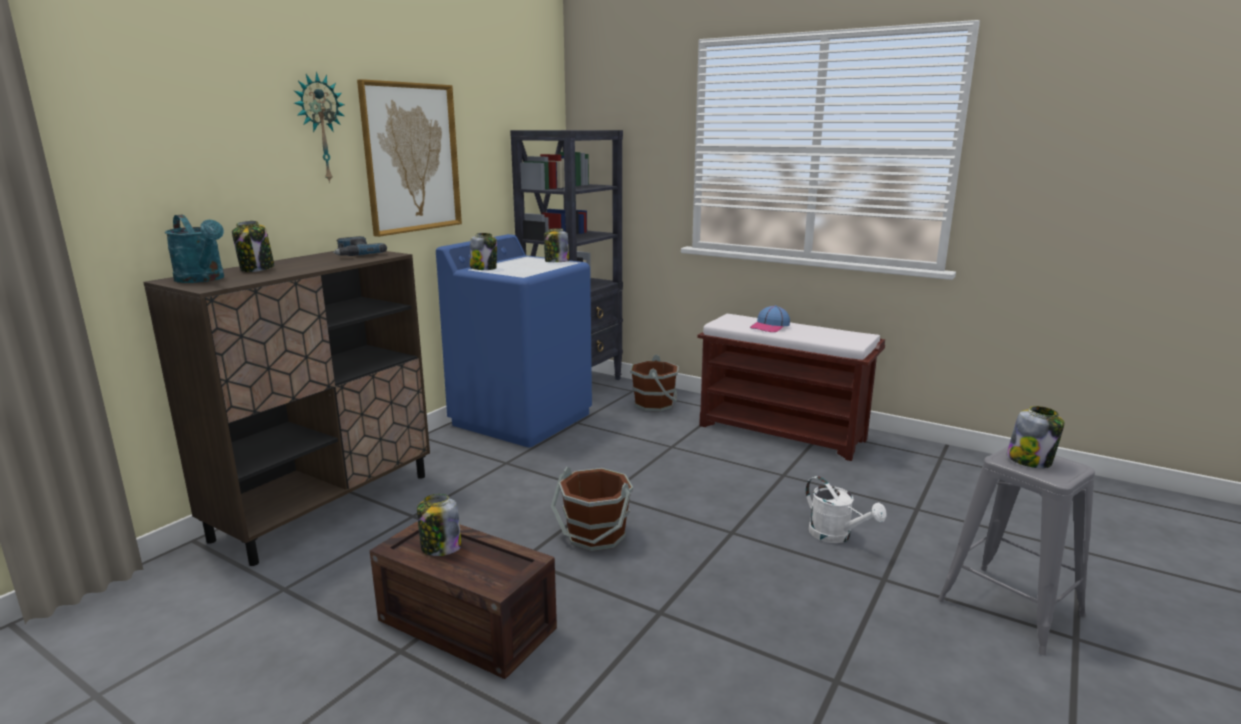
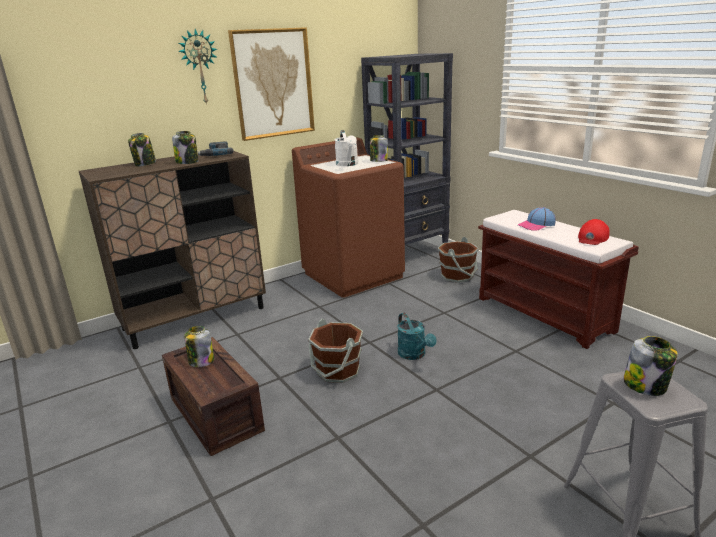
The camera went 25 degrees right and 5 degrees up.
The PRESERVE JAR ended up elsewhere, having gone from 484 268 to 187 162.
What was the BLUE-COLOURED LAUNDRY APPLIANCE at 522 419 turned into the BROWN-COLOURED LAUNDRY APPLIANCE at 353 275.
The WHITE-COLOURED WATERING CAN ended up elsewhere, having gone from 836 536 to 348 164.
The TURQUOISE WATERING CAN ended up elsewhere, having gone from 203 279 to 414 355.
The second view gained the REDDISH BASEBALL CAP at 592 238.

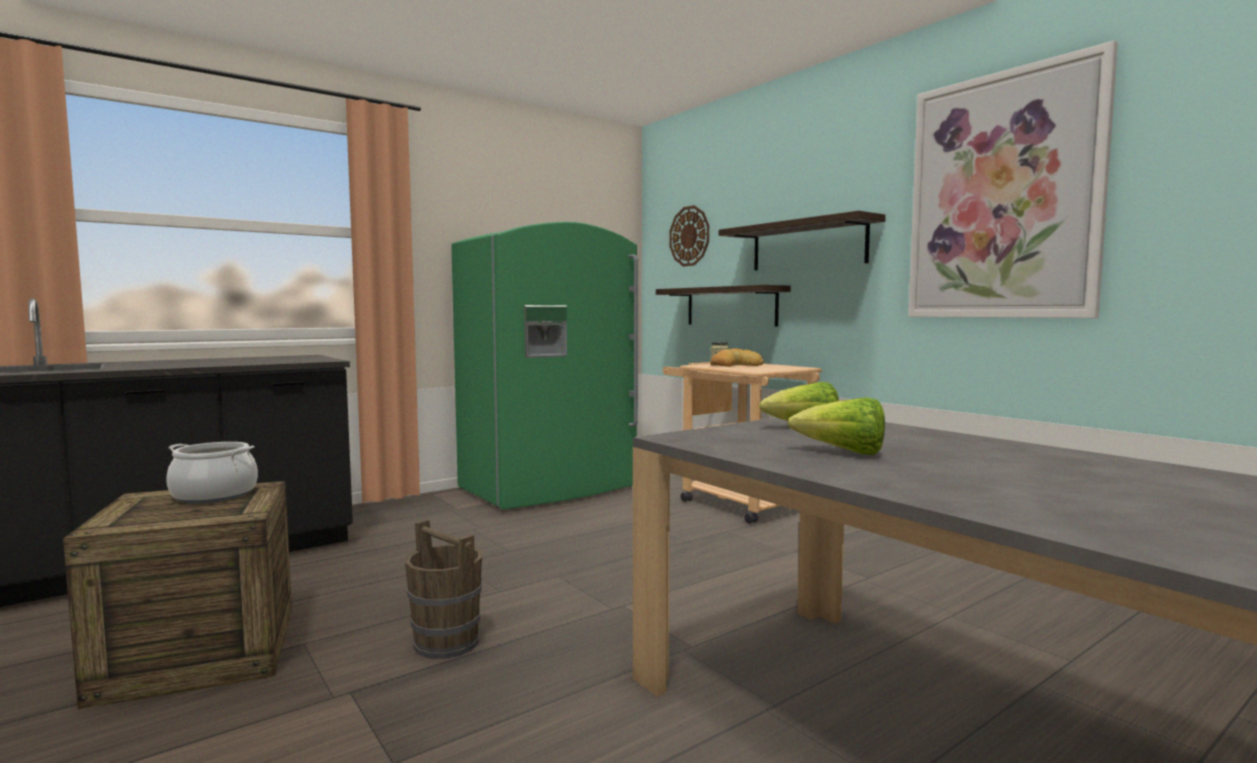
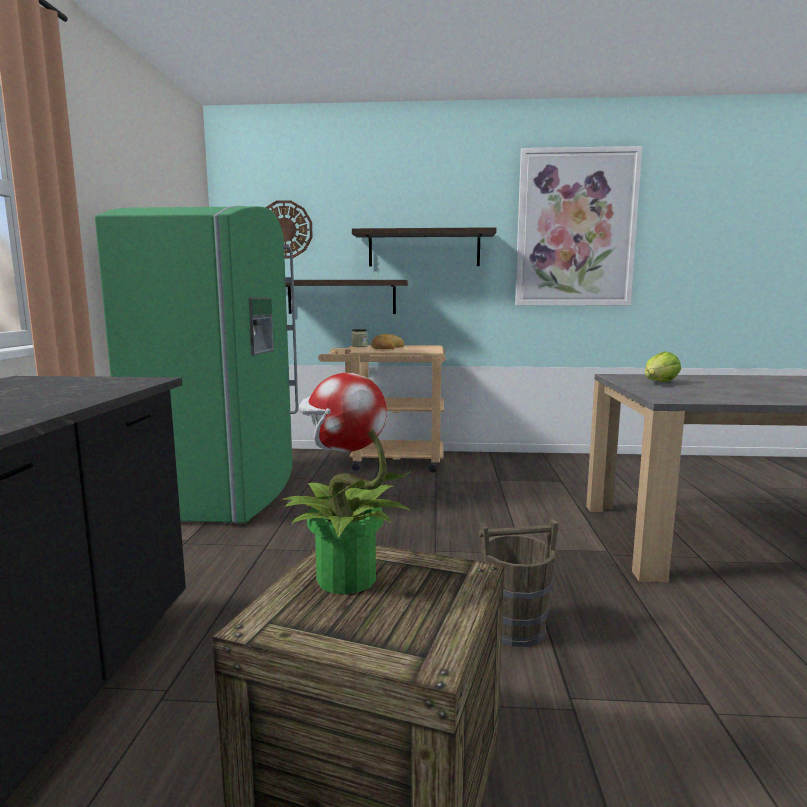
The camera went 50 degrees left and 5 degrees up.
Where the COOKING POT stood at 214 495, the HOUSEPLANT came to stand at 344 578.
The second view lost the LETTUCE HEAD at 843 453.

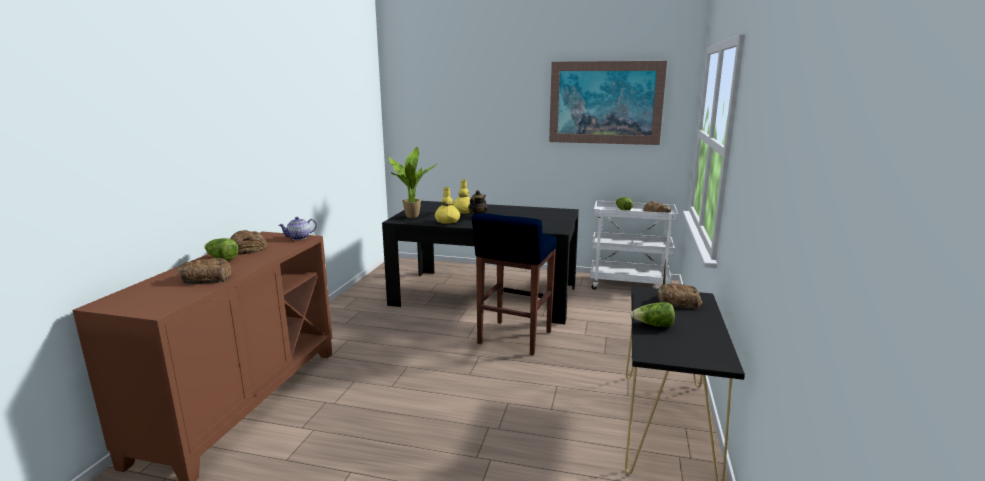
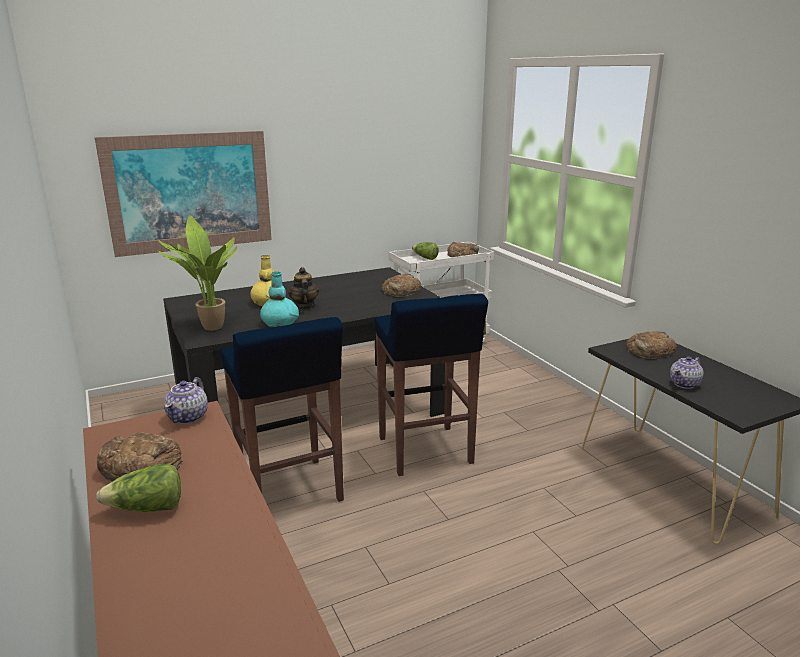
The camera went 40 degrees left and 5 degrees up.
The PICTURE ended up elsewhere, having gone from 605 103 to 190 192.
The second view gained the BLUE-COLOURED STOOL at 290 491.
What was the YELLOW FLOWER VASE at 447 222 turned into the TURQUOISE FLOWER VASE at 280 323.
The BAKED BREAD ended up elsewhere, having gone from 206 277 to 401 291.
Where the LETTUCE HEAD stood at 653 325, the TEAPOT came to stand at 685 384.

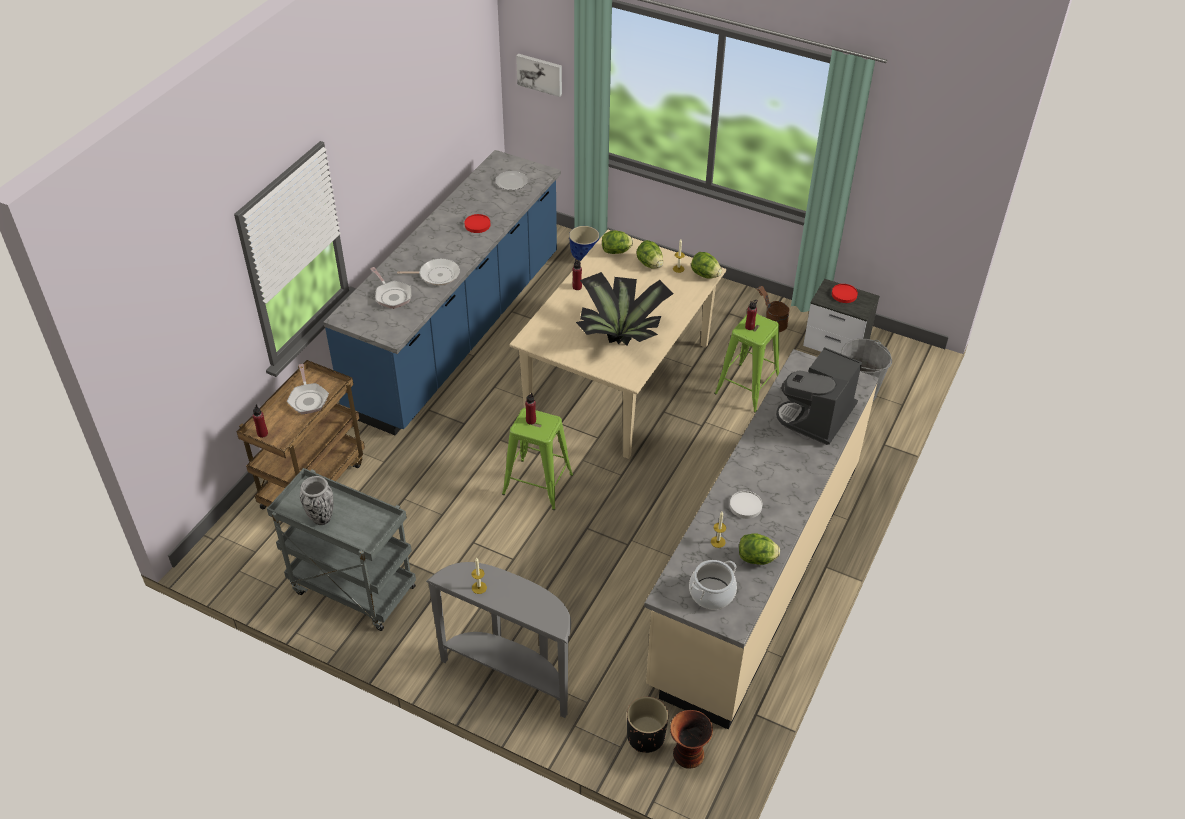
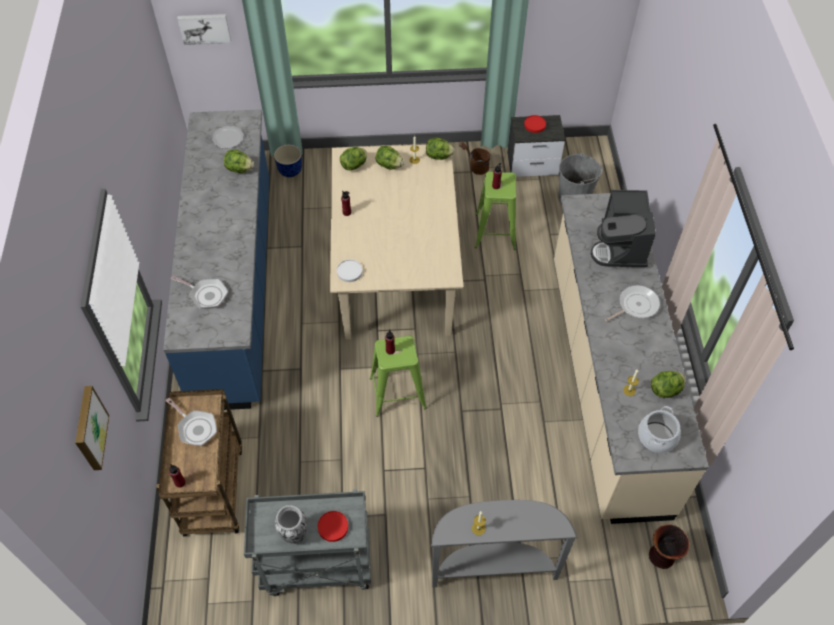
The camera went 30 degrees left and 10 degrees up.
The second view gained the PICTURE at 89 428.
The second view gained the LETTUCE HEAD at 239 169.
The REDDISH PLATE ended up elsewhere, having gone from 477 225 to 333 527.
The WHITE-COLOURED PLATE ended up elsewhere, having gone from 746 506 to 349 271.
The FRYING PAN ended up elsewhere, having gone from 437 275 to 636 305.
The second view lost the HOUSEPLANT at 621 334.
The second view lost the BLACK-COLOURED FLOWER POT at 645 737.

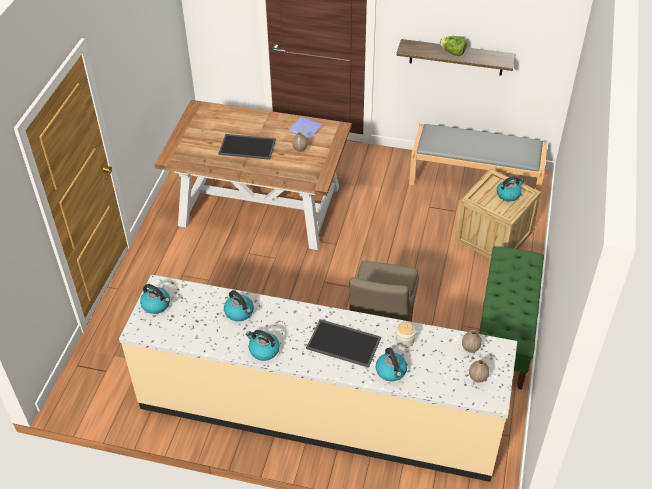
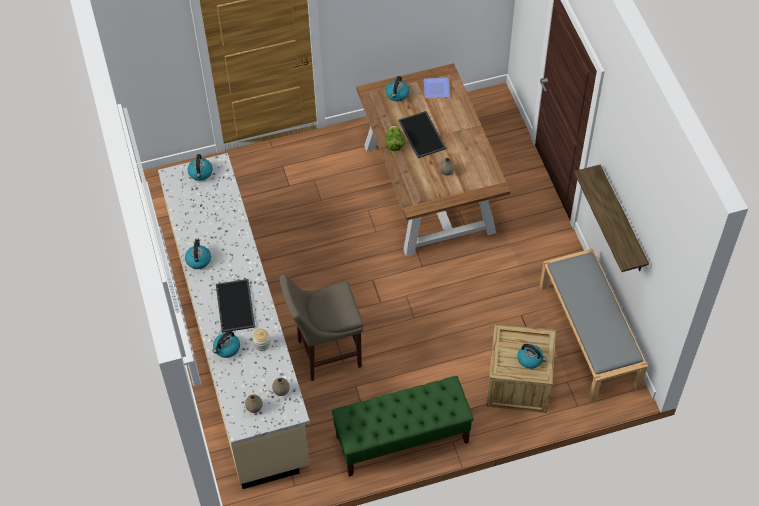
The camera went 60 degrees right and 10 degrees up.
The TEA KETTLE ended up elsewhere, having gone from 239 312 to 397 94.
The LETTUCE HEAD ended up elsewhere, having gone from 453 53 to 394 144.
The PLATE ended up elsewhere, having gone from 303 129 to 435 88.

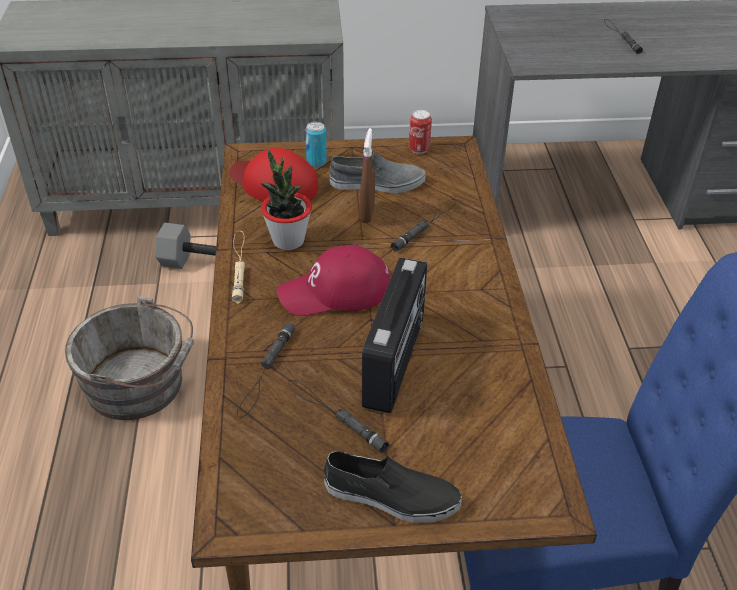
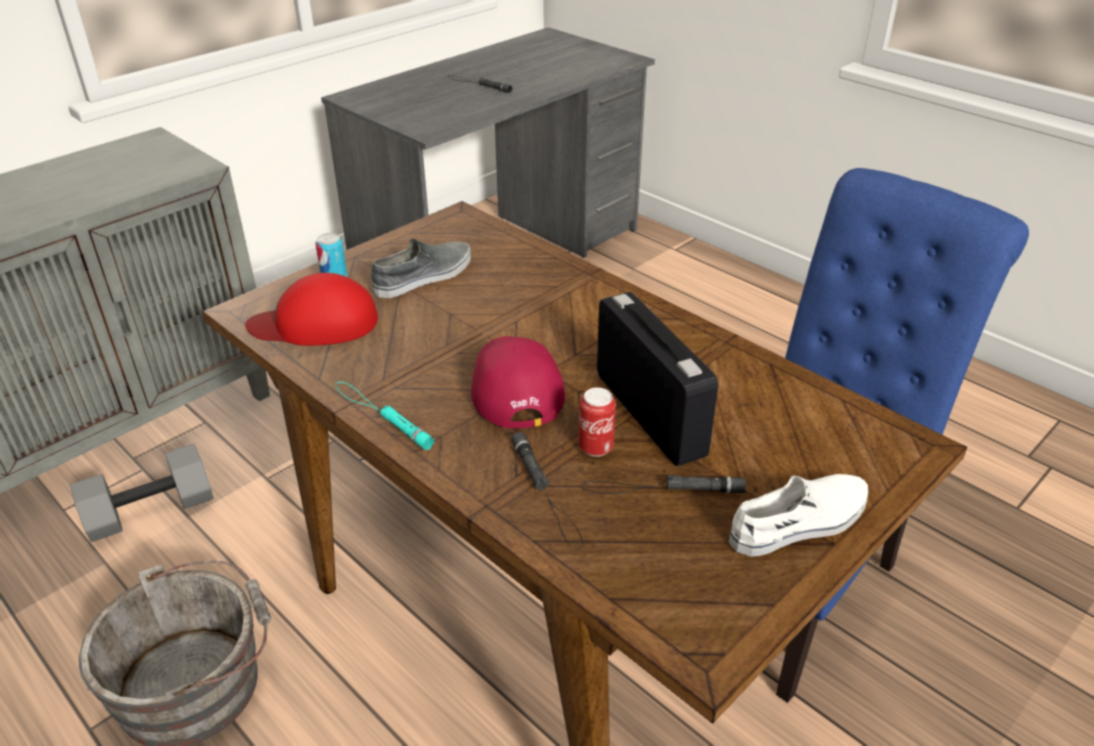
The camera went 40 degrees left and 5 degrees down.
What was the BEIGE-COLOURED FLASHLIGHT at 238 266 turned into the TURQUOISE FLASHLIGHT at 381 415.
The REDDISH BASEBALL CAP at 335 291 ended up facing another way, 135 degrees clockwise from before.
The SEALED CAN ended up elsewhere, having gone from 419 149 to 596 448.
What was the BLACK-COLOURED SHOE at 391 496 turned into the WHITE-COLOURED SHOE at 800 523.
The second view lost the HOUSEPLANT at 288 240.
The second view lost the BROWN-COLOURED HAND SPRAYER at 367 214.
The second view lost the BLACK-COLOURED FLASHLIGHT at 425 225.

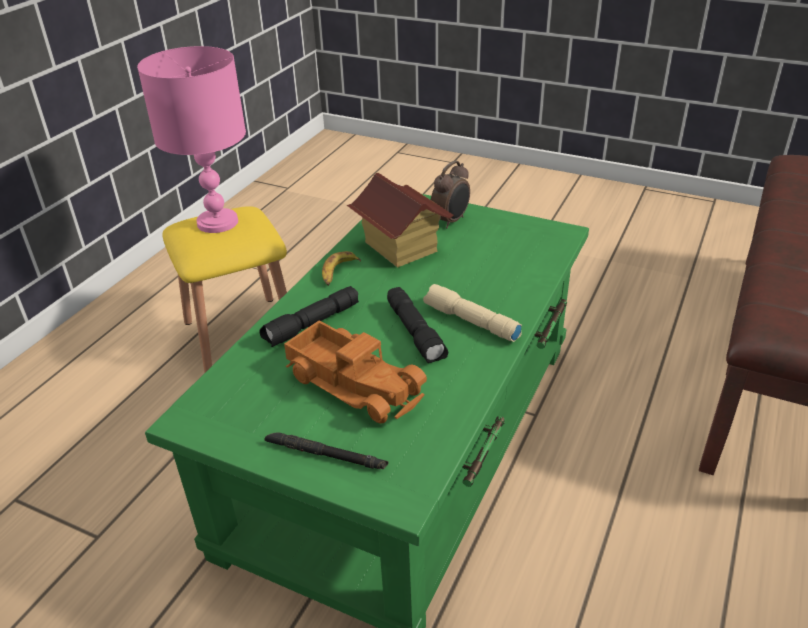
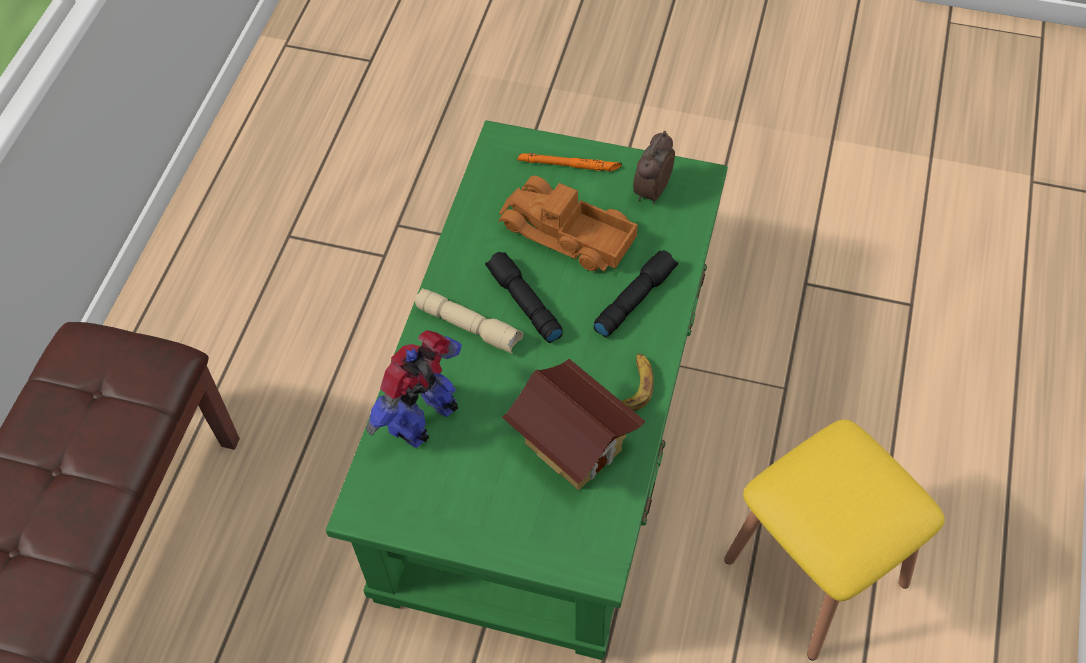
The camera went 170 degrees right and 20 degrees up.
The second view gained the MODEL ROBOT at 426 418.
What was the BLACK-COLOURED FLASHLIGHT at 325 455 turned into the ORANGE FLASHLIGHT at 569 165.
The BEDSIDE CLOCK ended up elsewhere, having gone from 451 221 to 651 191.
The second view lost the PINK-COLOURED TABLETOP LAMP at 217 223.

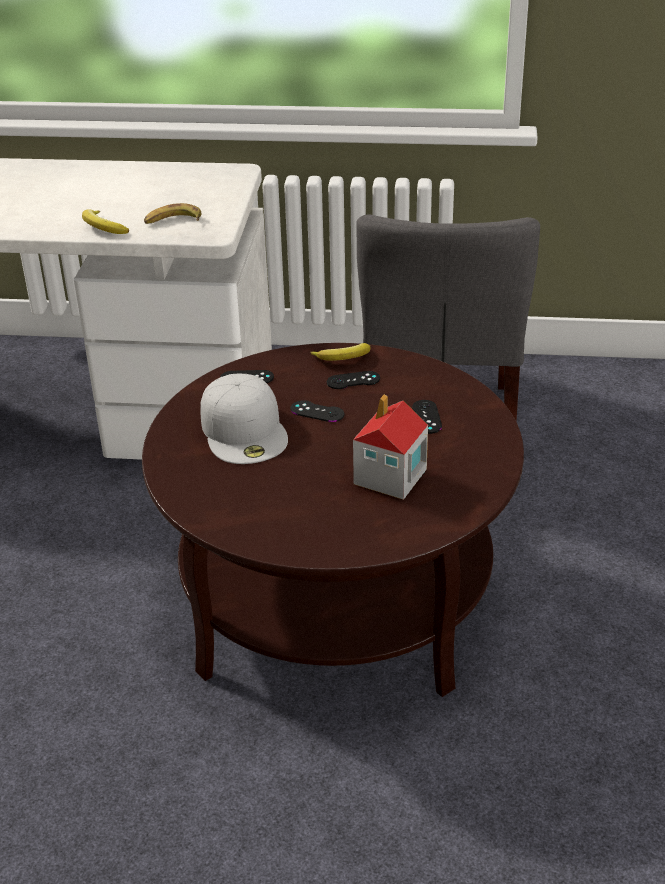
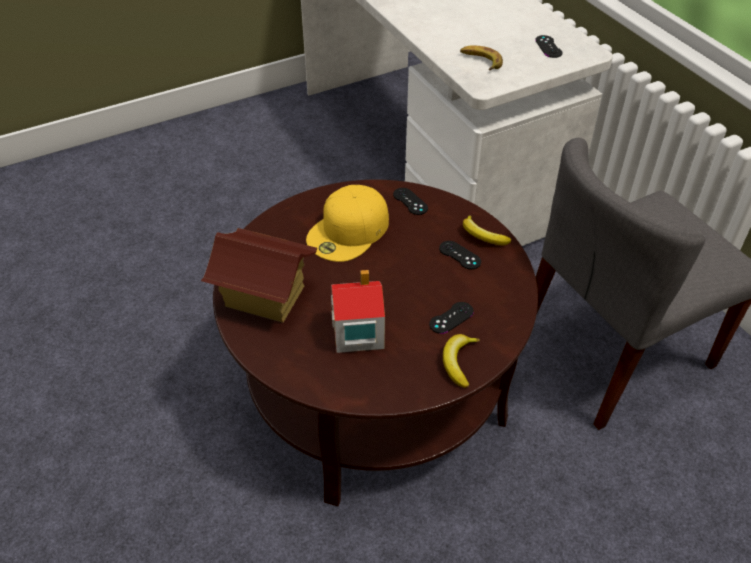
The camera went 55 degrees right and 10 degrees up.
The second view gained the MINIATURE HOUSE at 264 297.
What was the WHITE-COLOURED BASEBALL CAP at 245 430 turned into the YELLOW BASEBALL CAP at 349 231.
The BANANA FRUIT ended up elsewhere, having gone from 103 228 to 458 362.
The BLACK-COLOURED GAME CONTROLLER ended up elsewhere, having gone from 317 411 to 548 47.

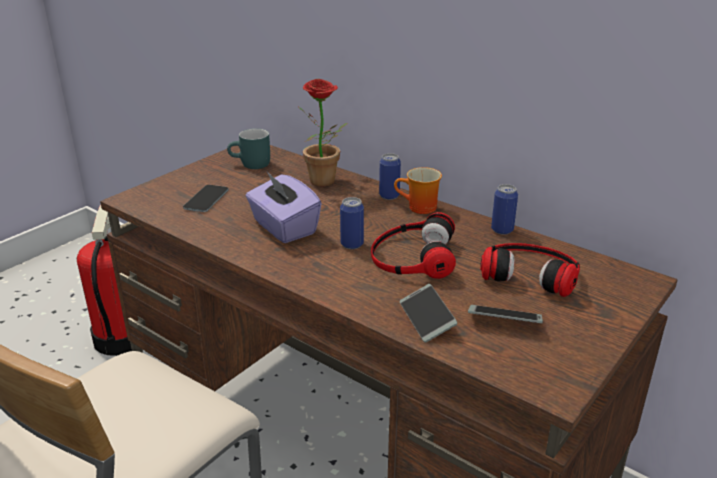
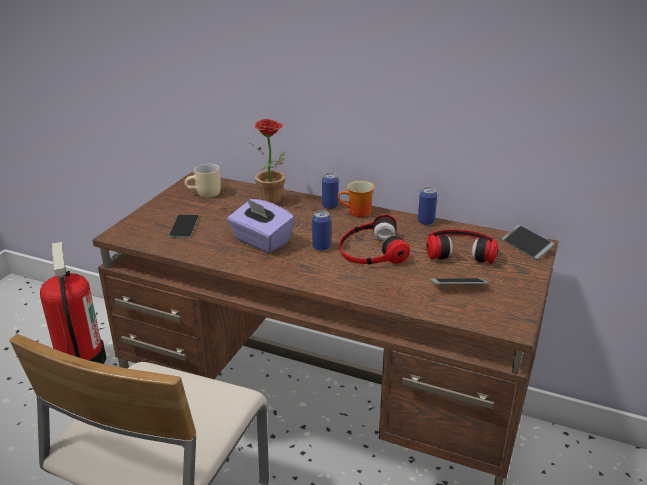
The camera went 15 degrees left and 0 degrees up.
What was the TURQUOISE TEA MUG at 251 165 turned into the BEIGE-COLOURED TEA MUG at 205 194.
The HANDSET ended up elsewhere, having gone from 426 319 to 526 246.

